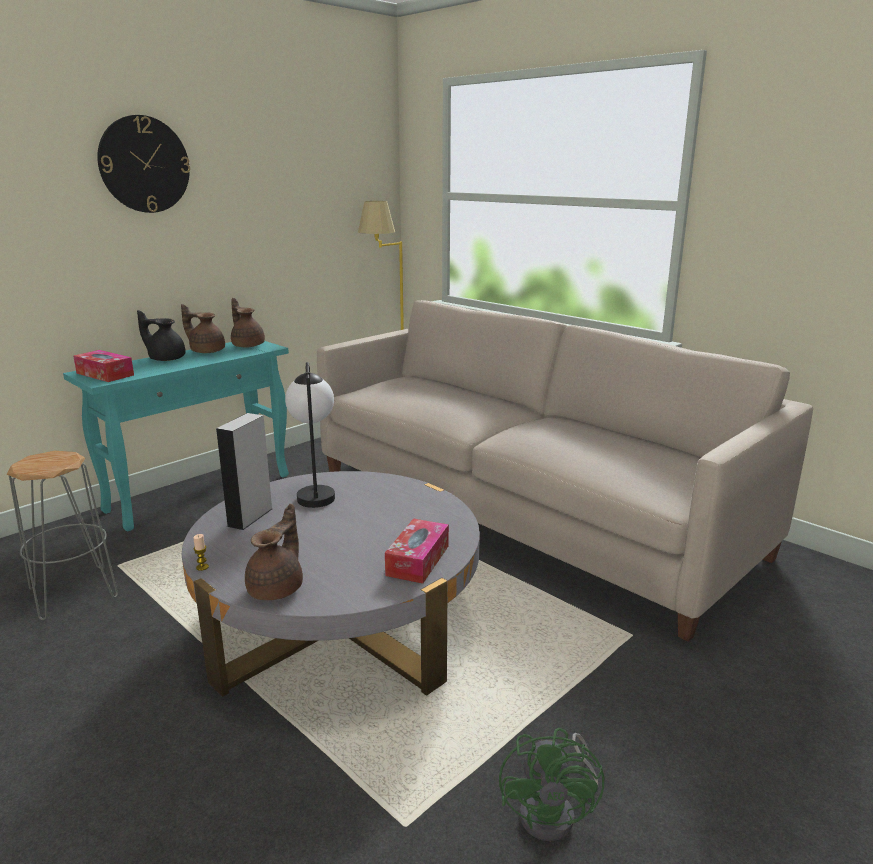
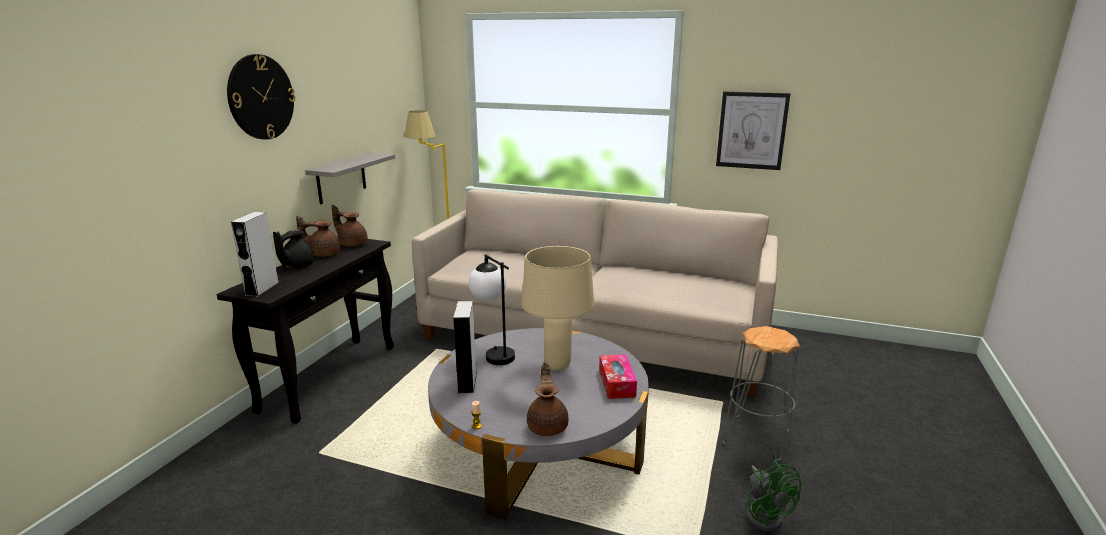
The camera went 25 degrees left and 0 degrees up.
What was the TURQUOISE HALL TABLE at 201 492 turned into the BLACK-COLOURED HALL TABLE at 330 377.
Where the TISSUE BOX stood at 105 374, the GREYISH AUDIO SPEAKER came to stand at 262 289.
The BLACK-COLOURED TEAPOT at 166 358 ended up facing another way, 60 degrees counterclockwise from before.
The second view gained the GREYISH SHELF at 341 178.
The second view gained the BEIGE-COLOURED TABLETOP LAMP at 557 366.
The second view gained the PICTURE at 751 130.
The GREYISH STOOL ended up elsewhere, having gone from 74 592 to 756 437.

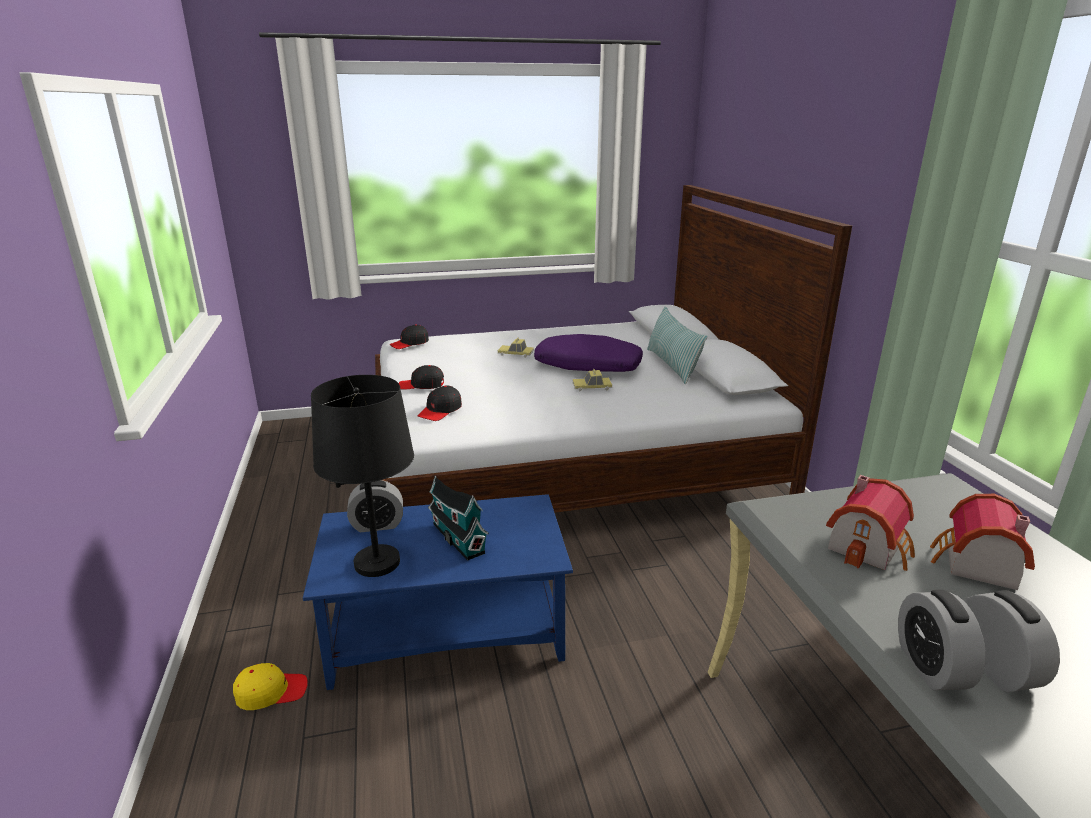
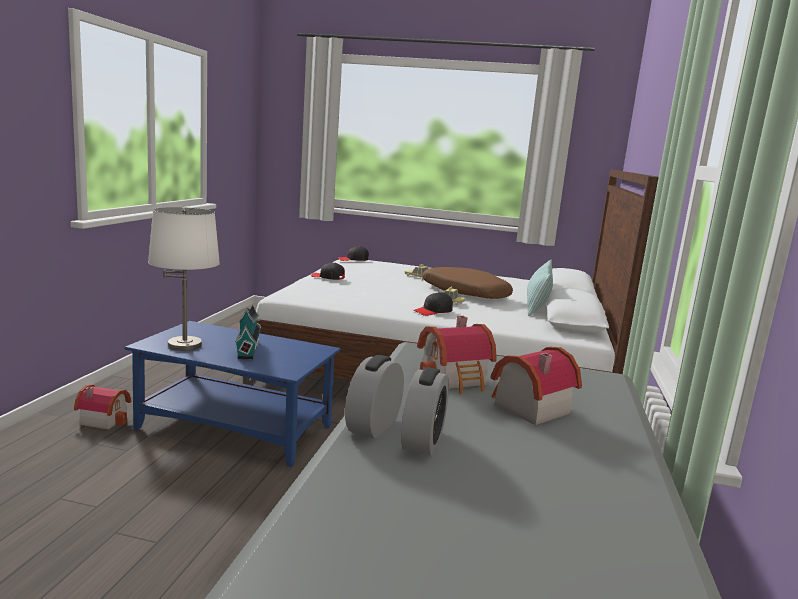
The camera went 25 degrees right and 10 degrees down.
Where the YELLOW BASEBALL CAP stood at 271 692, the MINIATURE HOUSE came to stand at 104 419.
What was the BLACK-COLOURED TABLETOP LAMP at 377 562 turned into the WHITE-COLOURED TABLETOP LAMP at 185 345.
The BLACK-COLOURED BASEBALL CAP ended up elsewhere, having gone from 440 411 to 433 311.
What was the PURPLE PILLOW at 587 366 turned into the BROWN-COLOURED PILLOW at 464 293.
The second view lost the BEDSIDE CLOCK at 377 525.

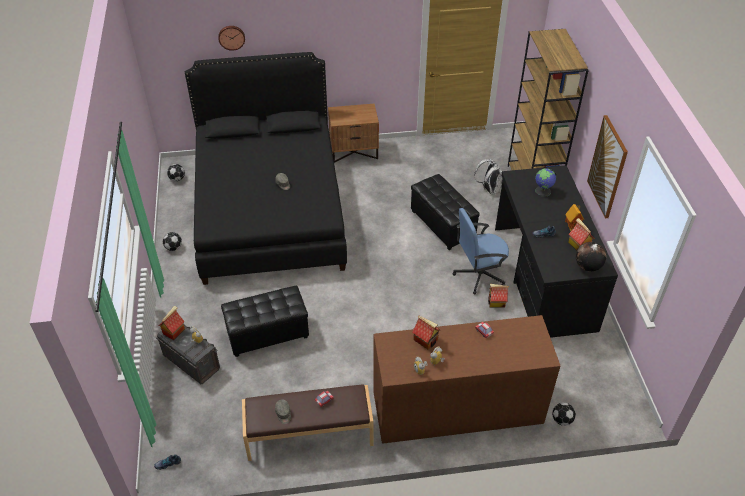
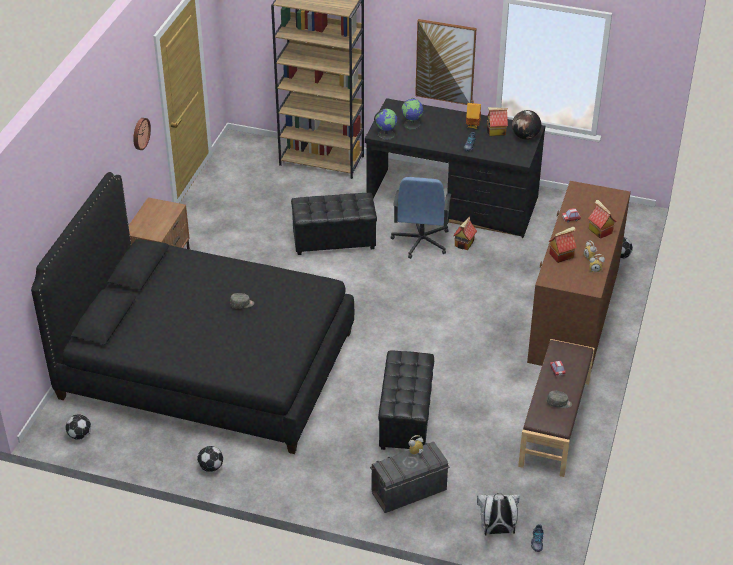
The camera went 65 degrees left and 5 degrees down.
The WALL CLOCK ended up elsewhere, having gone from 231 37 to 140 133.
The second view gained the DESK GLOBE at 386 134.
The WHITE-COLOURED BACKPACK ended up elsewhere, having gone from 489 189 to 497 530.
The MINIATURE HOUSE ended up elsewhere, having gone from 173 331 to 599 231.

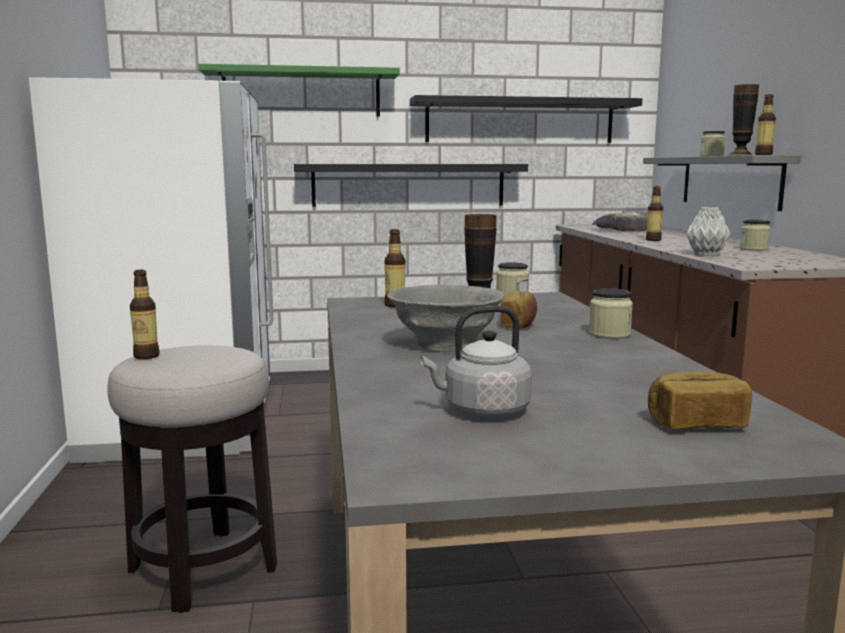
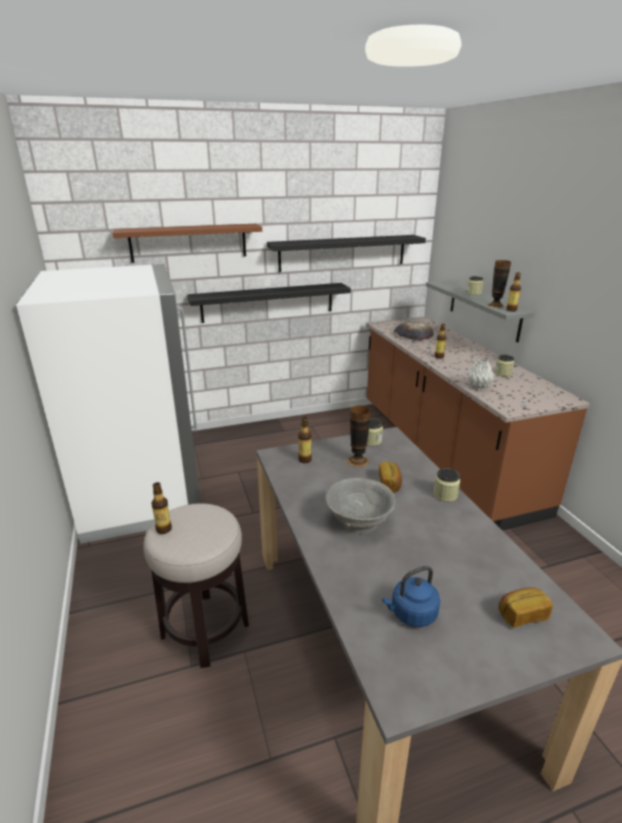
The camera went 10 degrees left and 15 degrees up.
What was the GREEN-COLOURED SHELF at 302 93 turned into the BROWN-COLOURED SHELF at 188 242.
What was the GREYISH TEA KETTLE at 482 411 turned into the BLUE-COLOURED TEA KETTLE at 411 614.

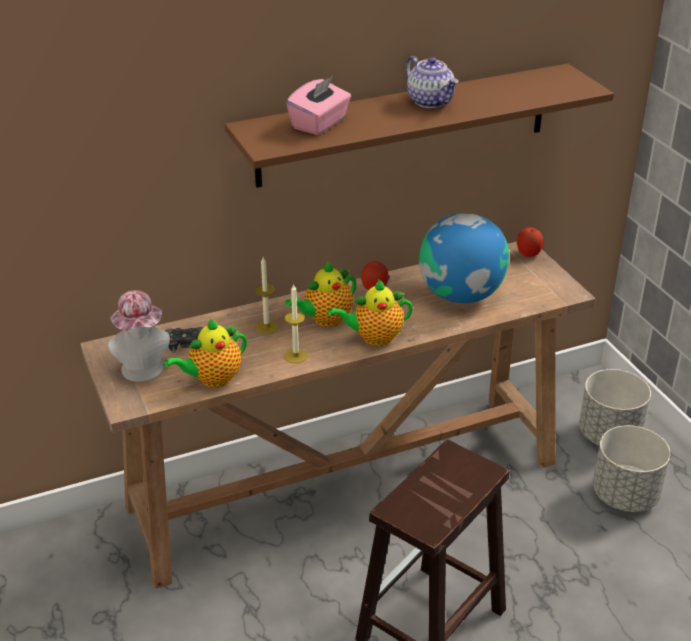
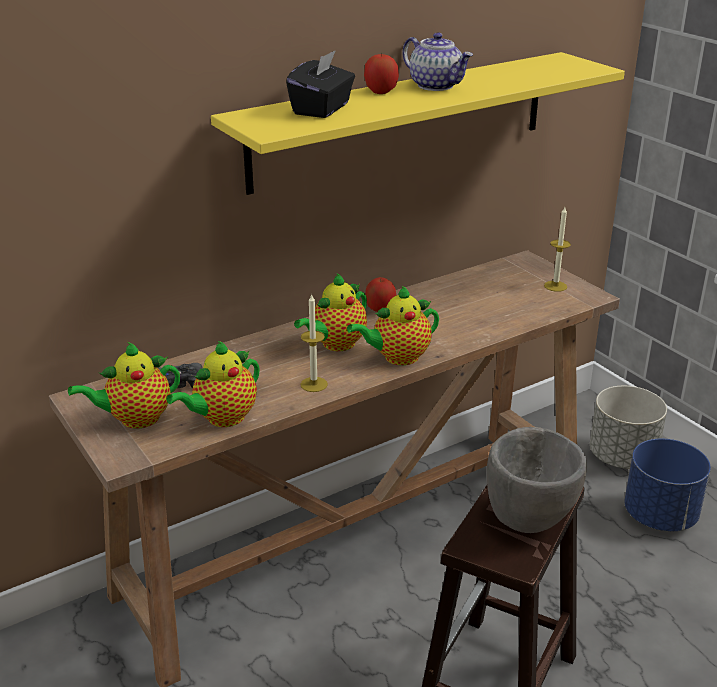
The camera went 10 degrees left and 5 degrees down.
Where the HAT stood at 144 372, the TEAPOT came to stand at 135 419.
What was the BROWN-COLOURED SHELF at 404 125 turned into the YELLOW SHELF at 403 120.
What was the PINK-COLOURED TISSUE BOX at 320 124 turned into the BLACK-COLOURED TISSUE BOX at 322 109.
The WHOLE APPLE ended up elsewhere, having gone from 528 253 to 381 91.
The second view gained the GREYISH DEEP DISH at 530 519.
The WAX CANDLE ended up elsewhere, having gone from 266 327 to 555 286.
What was the GREYISH FLOWER POT at 625 495 turned into the BLUE-COLOURED FLOWER POT at 660 515.
The second view lost the DESK GLOBE at 461 294.

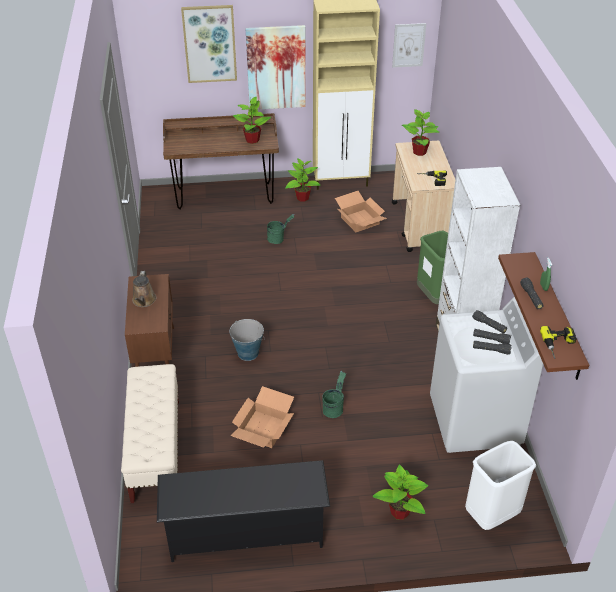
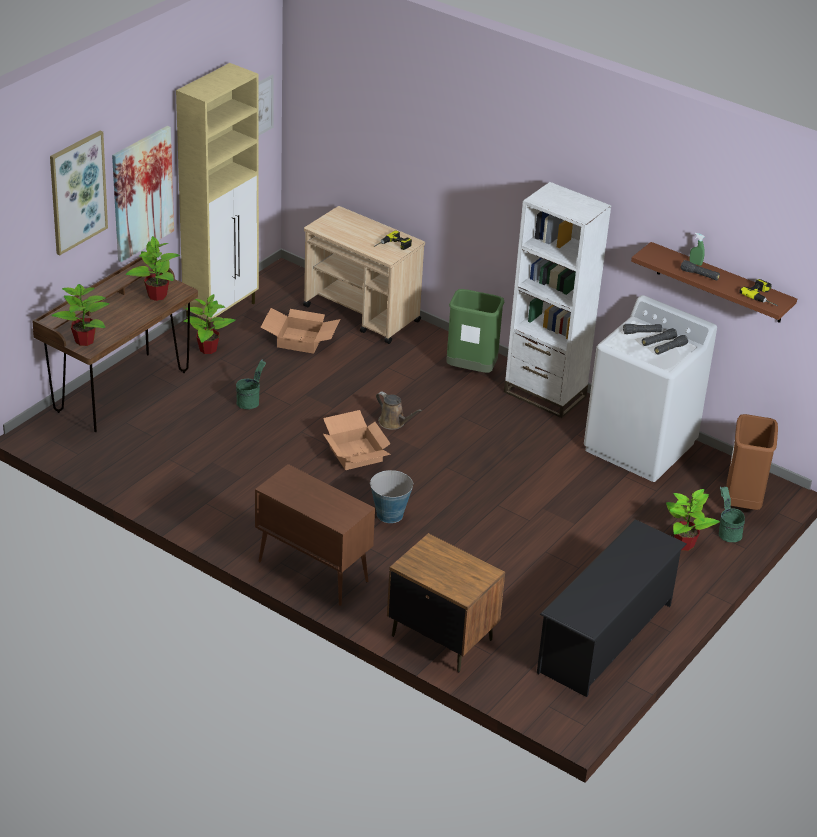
The camera went 50 degrees left and 5 degrees down.
The HOUSEPLANT ended up elsewhere, having gone from 420 152 to 85 340.
The PACKING BOX ended up elsewhere, having gone from 264 429 to 357 454.
The BROWN-COLOURED WATERING CAN ended up elsewhere, having gone from 144 301 to 394 423.
Where the BEIGE-COLOURED INDOOR BENCH stood at 156 449, the BROWN-COLOURED NIGHTSTAND came to stand at 441 637.
The GREEN-COLOURED WATER BUCKET ended up elsewhere, having gone from 334 408 to 727 532.
What was the WHITE-COLOURED TRASH CAN at 491 516 turned into the BROWN-COLOURED TRASH CAN at 742 503.

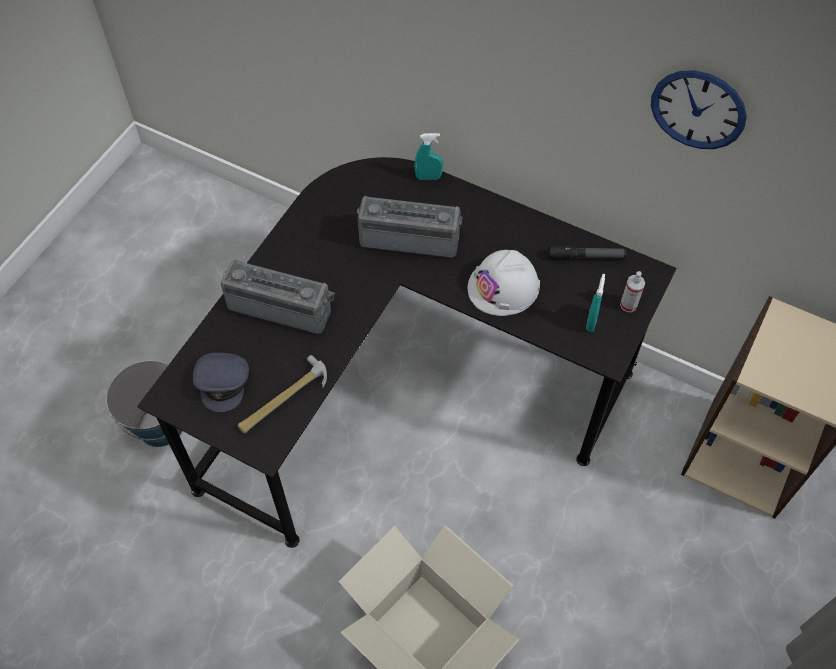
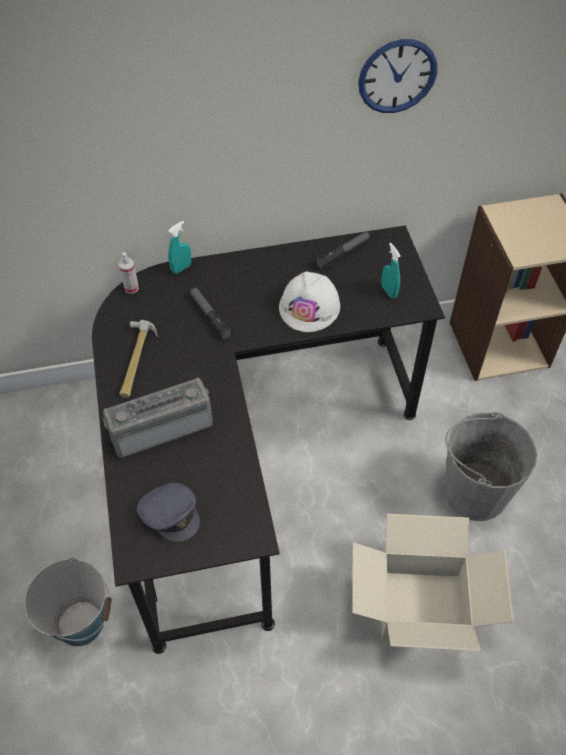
The camera went 40 degrees left and 5 degrees down.
The HAND SPRAYER ended up elsewhere, having gone from 628 305 to 131 288.
The HAND HAMMER ended up elsewhere, having gone from 283 398 to 135 360.
Where the RADIO RECEIVER stood at 410 237, the FLASHLIGHT came to stand at 210 316.
The second view gained the GREYISH WATER BUCKET at 475 492.

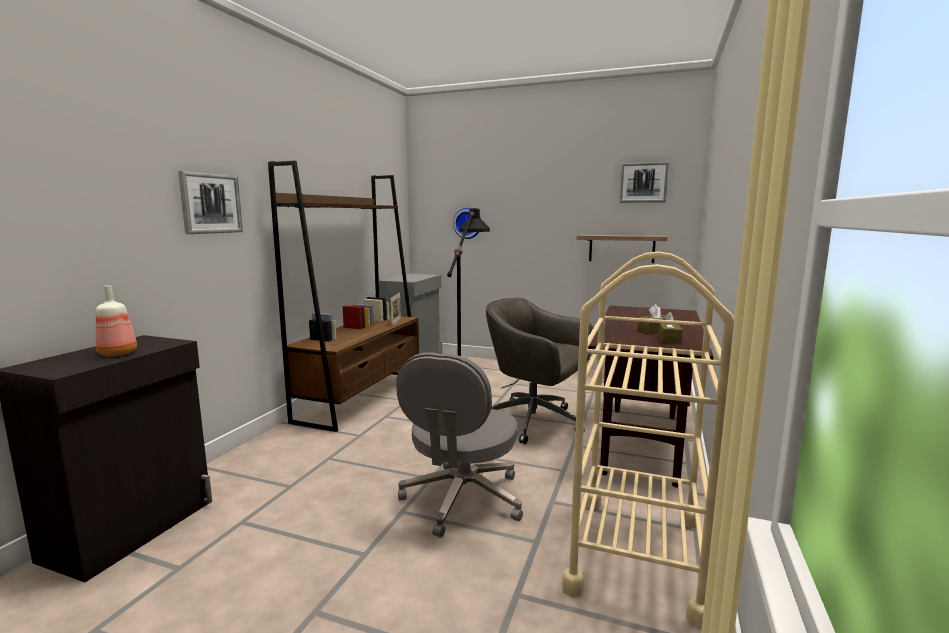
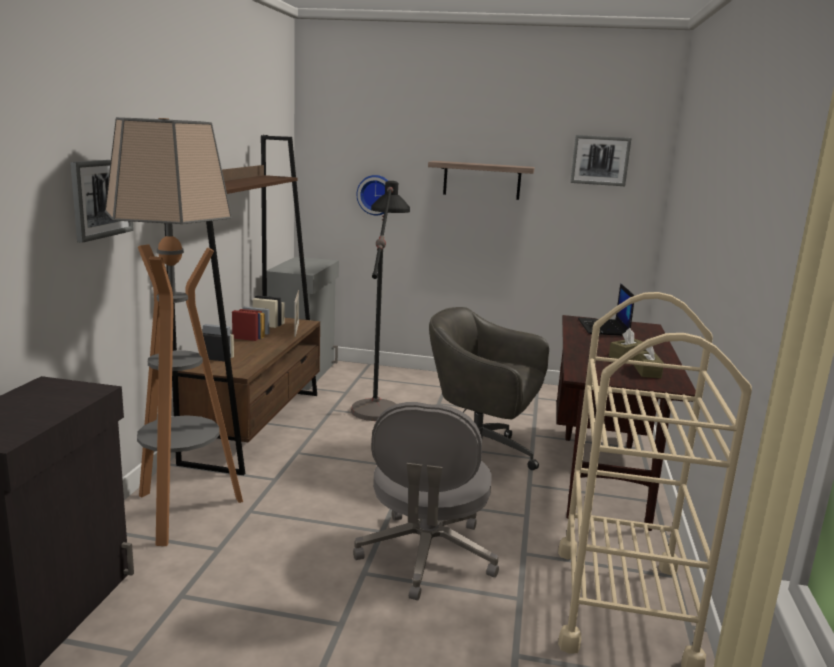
The camera went 10 degrees left and 5 degrees up.
The second view gained the FLOOR LAMP at 183 512.
The SHELF ended up elsewhere, having gone from 621 248 to 482 180.
The second view gained the PORTABLE COMPUTER at 604 328.
The second view lost the DRINK BOTTLE at 119 353.

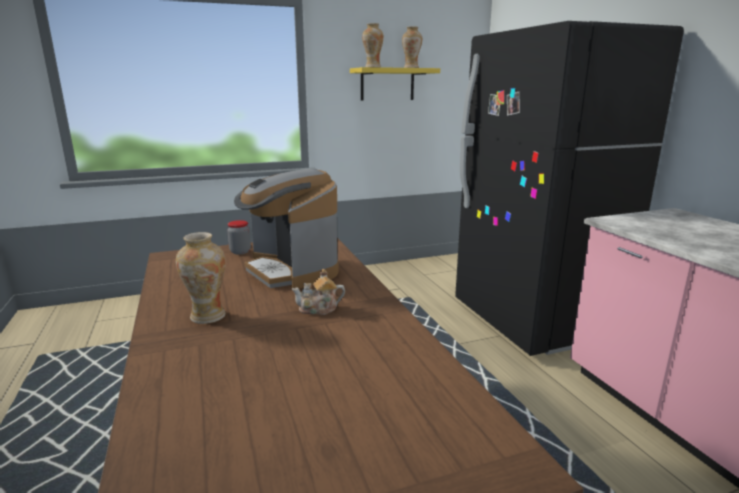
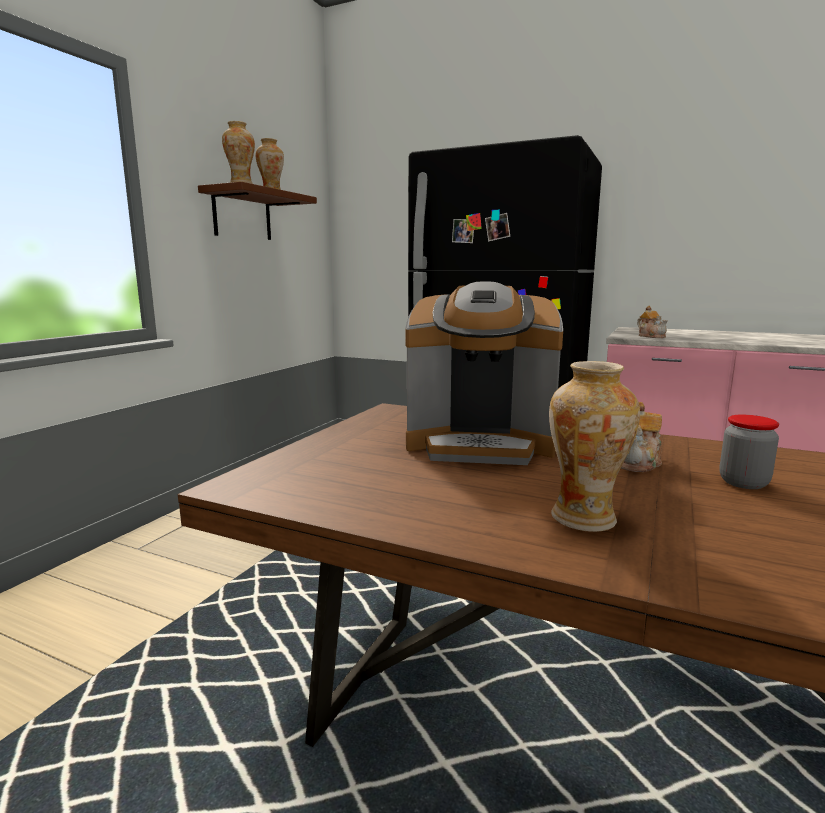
The camera went 45 degrees left and 5 degrees down.
What was the YELLOW SHELF at 387 84 turned into the BROWN-COLOURED SHELF at 242 215.
The second view gained the TEAPOT at 651 336.
The PRESERVE JAR ended up elsewhere, having gone from 240 251 to 743 483.

